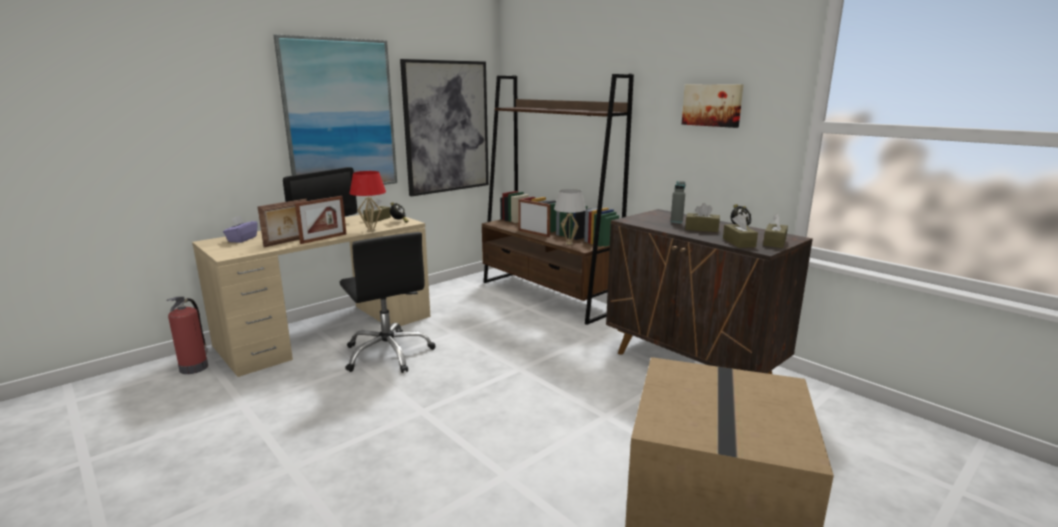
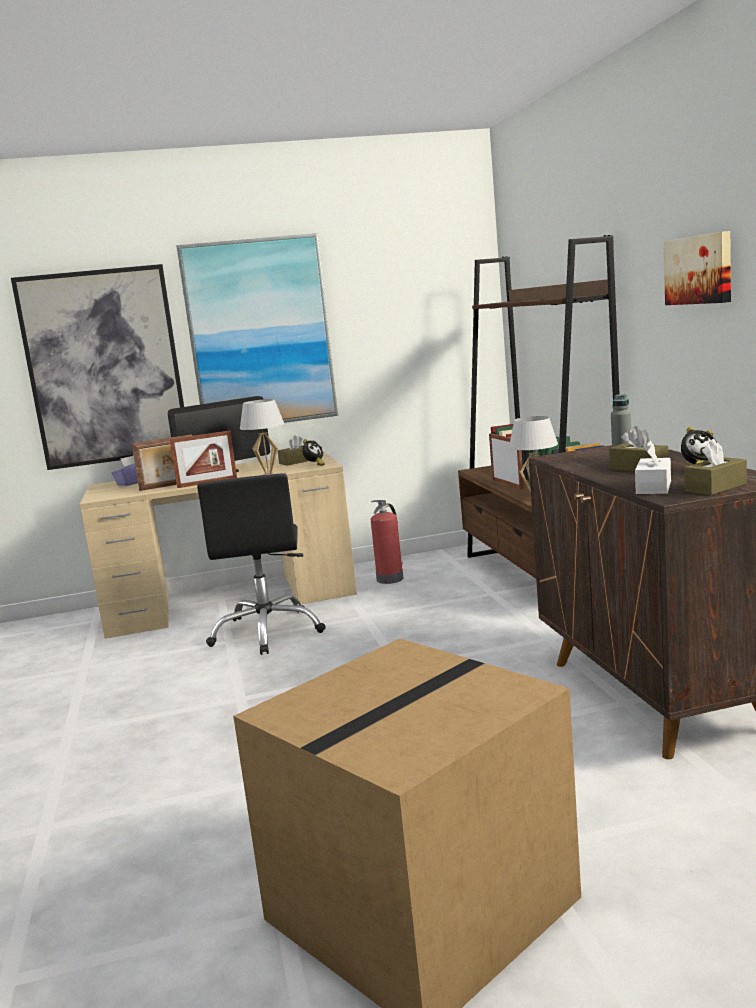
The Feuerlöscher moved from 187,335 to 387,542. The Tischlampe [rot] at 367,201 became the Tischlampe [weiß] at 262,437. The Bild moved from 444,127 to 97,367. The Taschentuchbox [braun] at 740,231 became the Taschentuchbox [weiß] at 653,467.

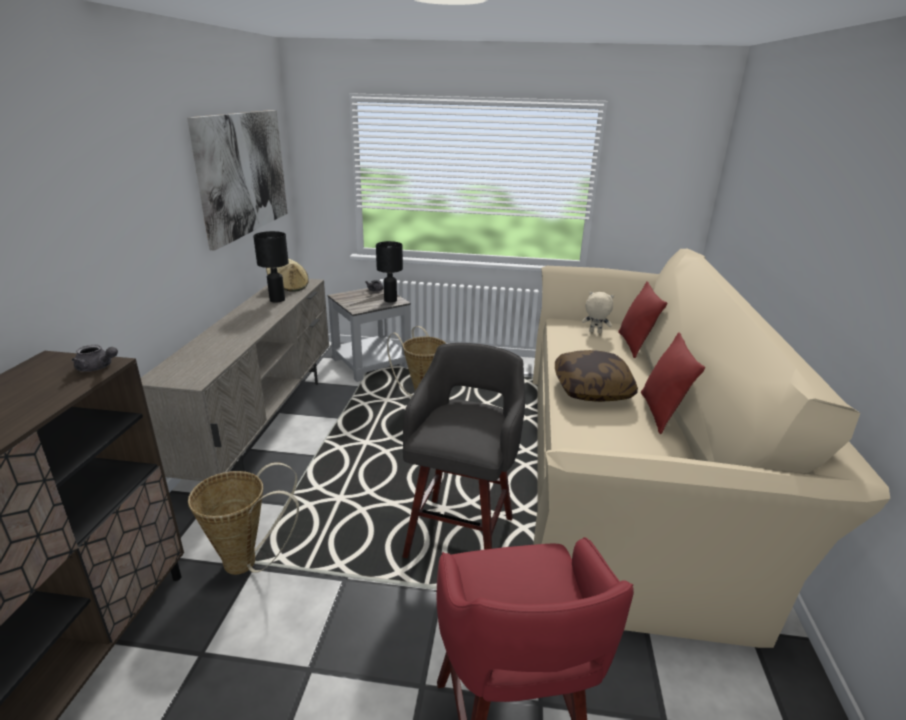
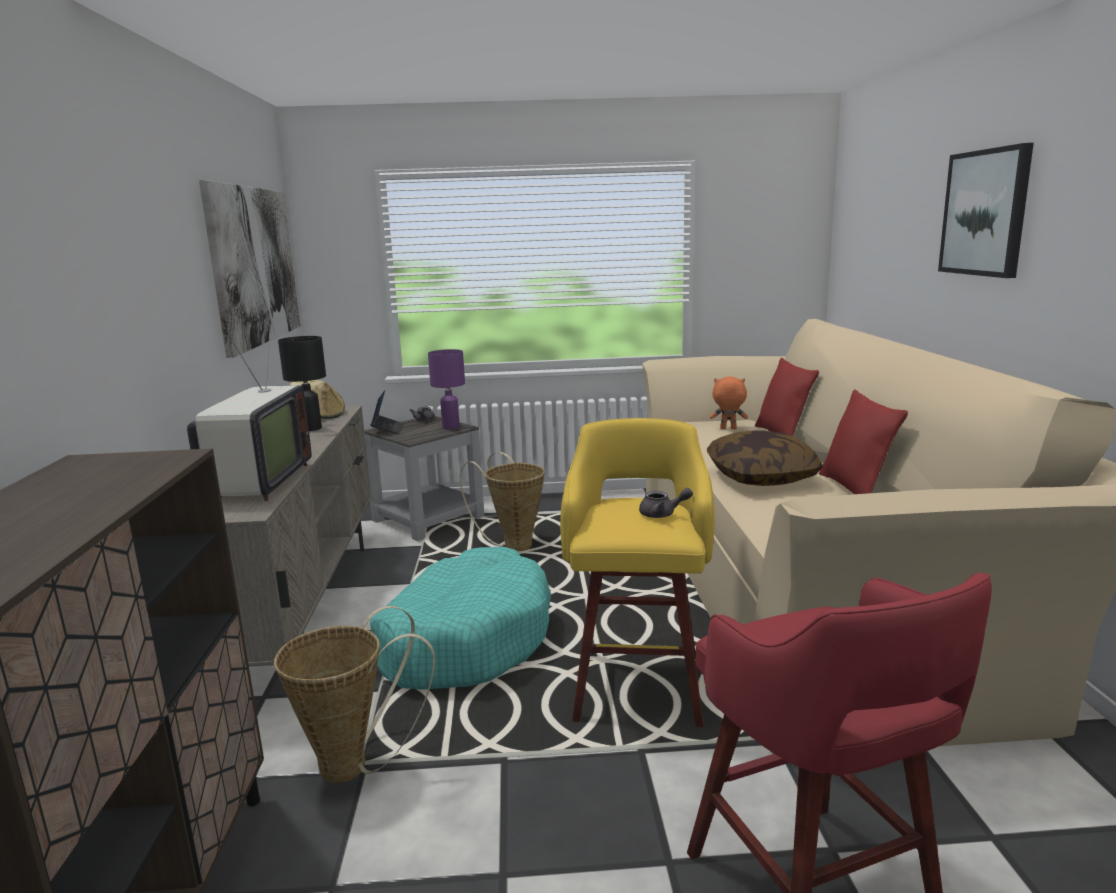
The Teekanne [grau] moved from 95,358 to 666,503. The Tischlampe [schwarz] at 389,272 became the Tischlampe [lila] at 446,389. The Hocker [grau] at 463,450 became the Hocker [gelb] at 637,572. The Plüschtier [beige] at 598,313 became the Plüschtier [orange] at 729,403. The Fernseher at 249,412 appeared. The Laptop at 387,412 appeared. The Hundebett [türkis] at 460,618 appeared. The Bild at 986,210 appeared.

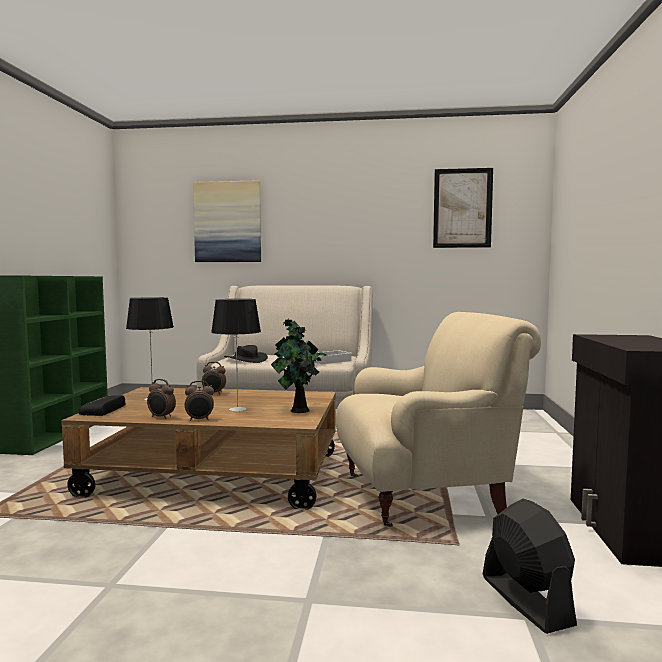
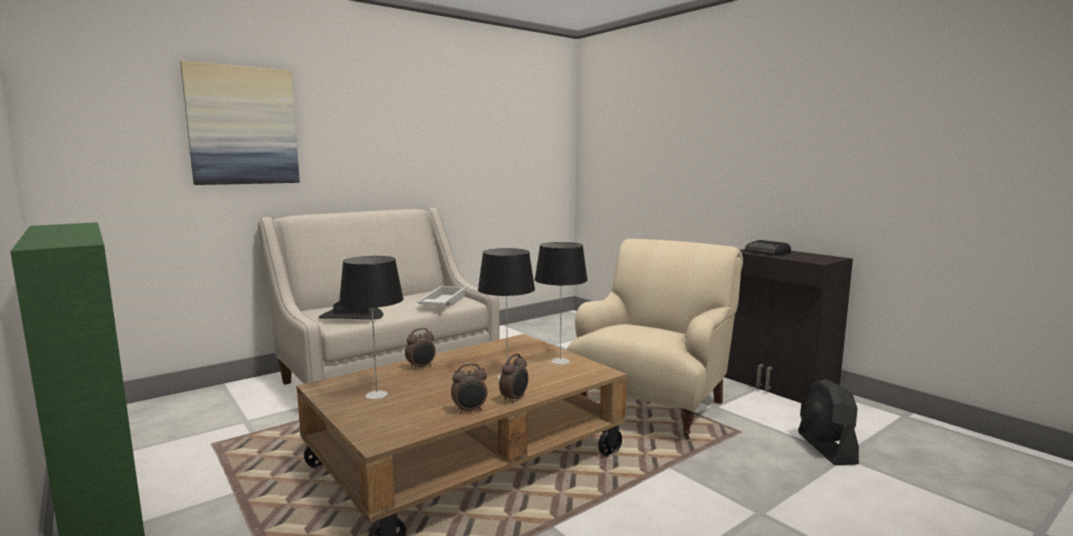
The Radio moved from 102,405 to 768,247. The Topfpflanze at 299,366 was replaced by the Tischlampe at 561,303. The Bild at 463,208 disappeared. The Ventilator [schwarz] at 530,566 turned 120 degrees counterclockwise.

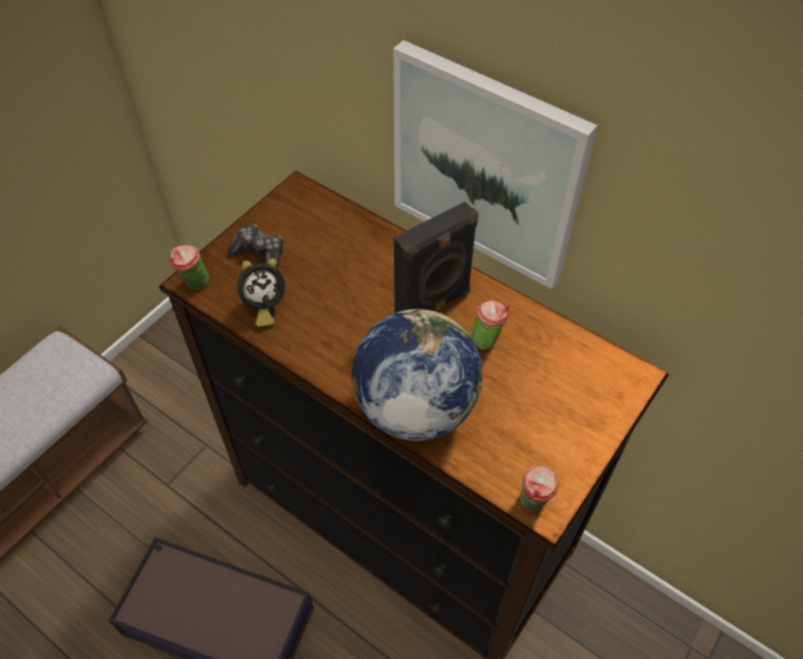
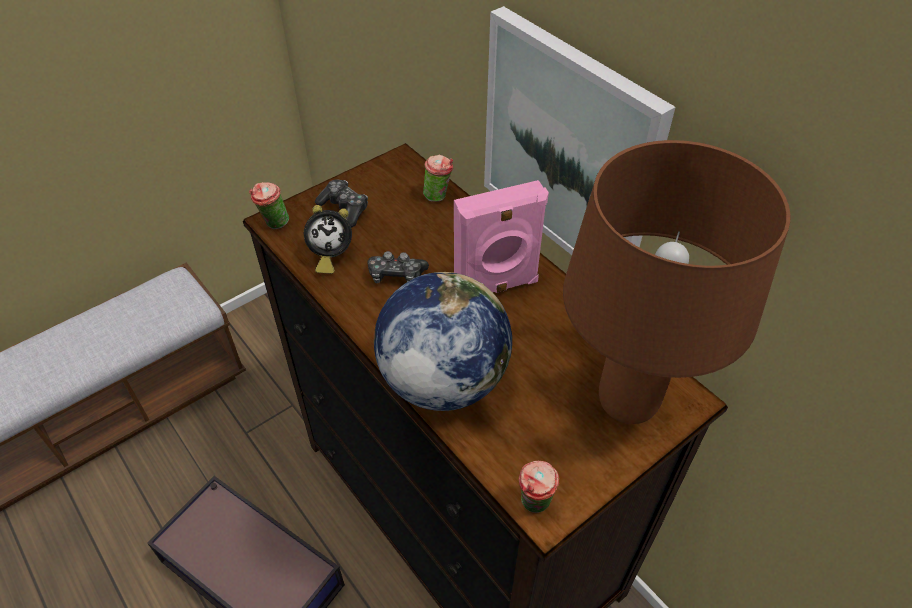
The Lautsprecher [schwarz] at 436,257 became the Lautsprecher [rosa] at 501,236. The Tasse moved from 490,324 to 438,178. The Gamepad at 398,267 appeared. The Tischlampe [braun] at 676,282 appeared.

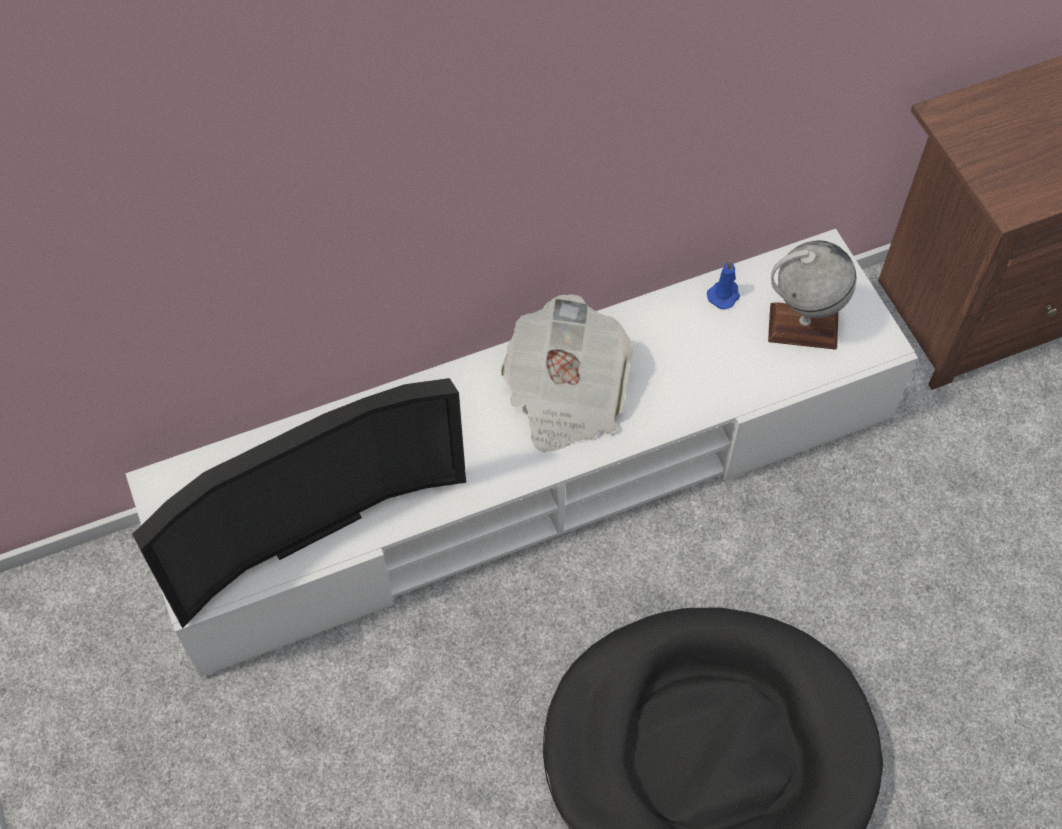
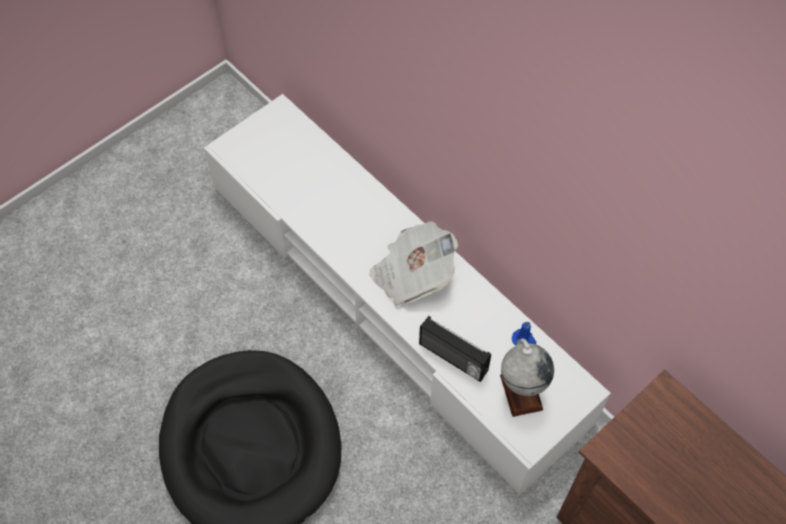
The Fernseher at 299,503 disappeared. The Radio at 455,349 appeared.

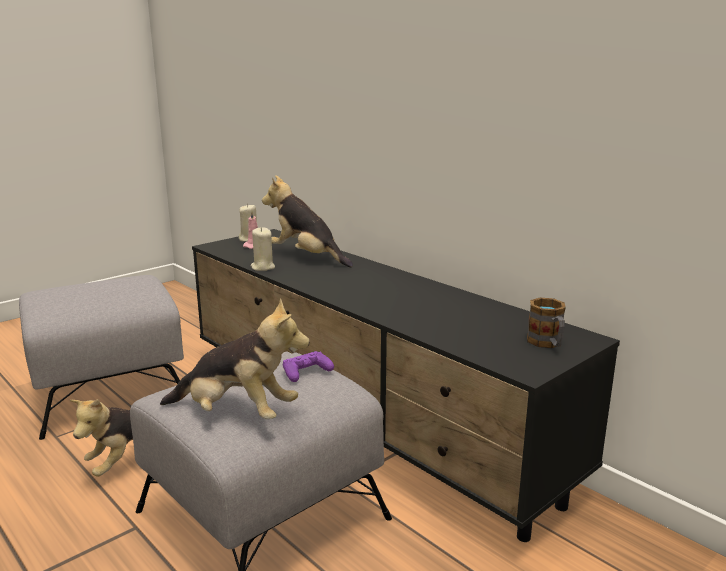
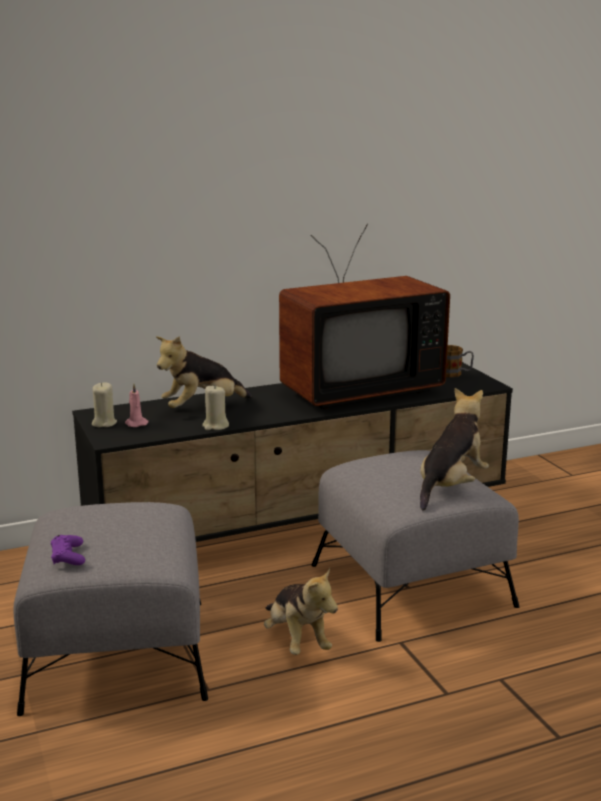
The Gamepad [lila] moved from 308,366 to 68,550. The Fernseher at 364,316 appeared.

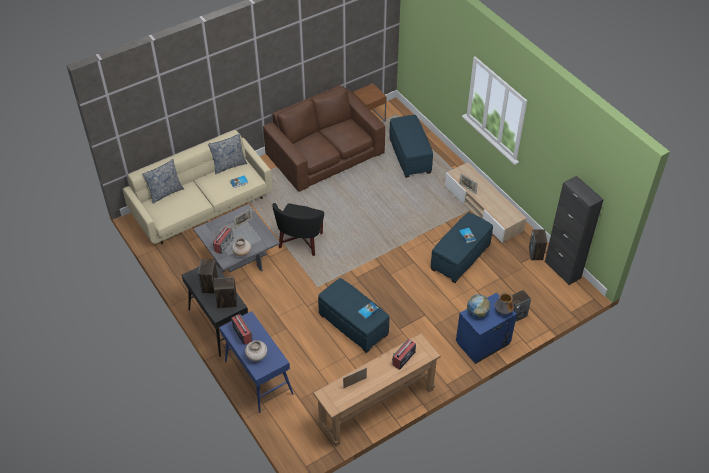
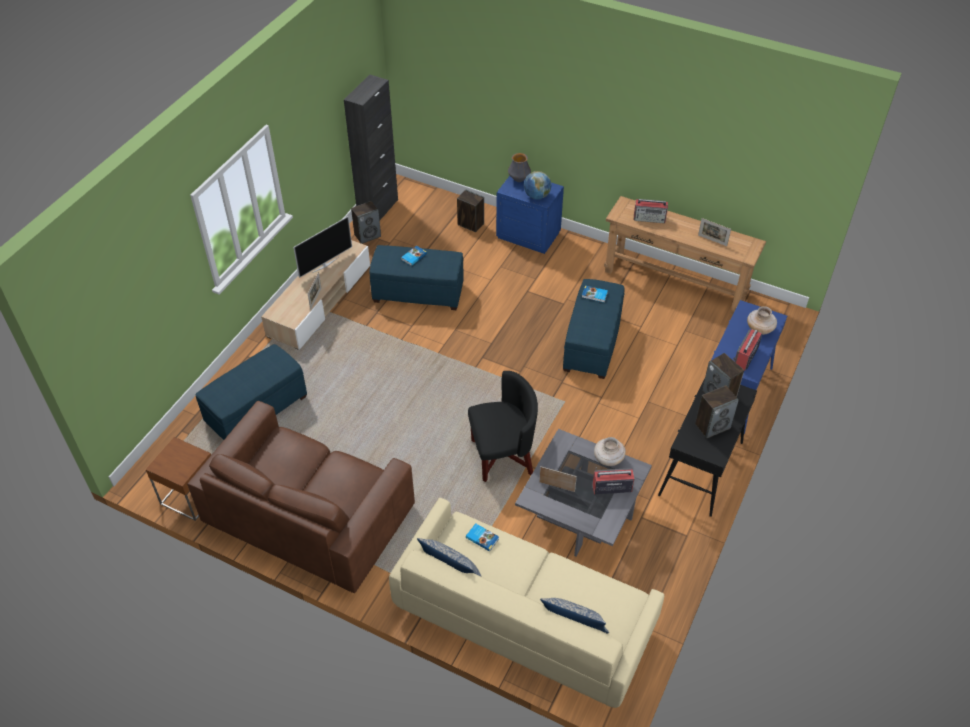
The Fernseher at 322,247 appeared.

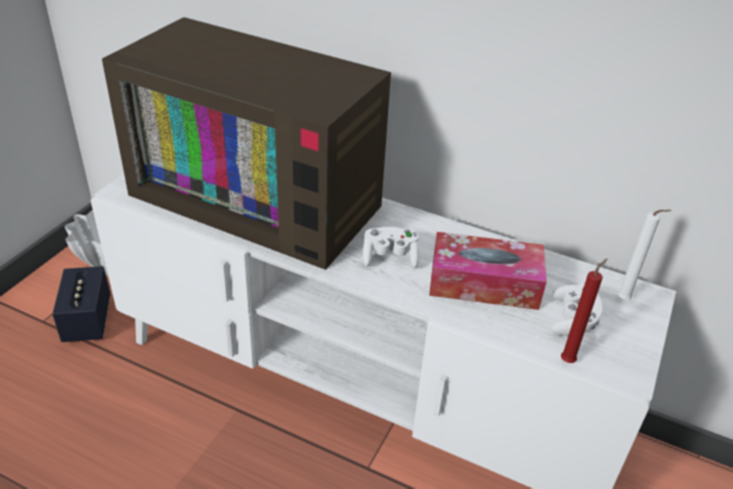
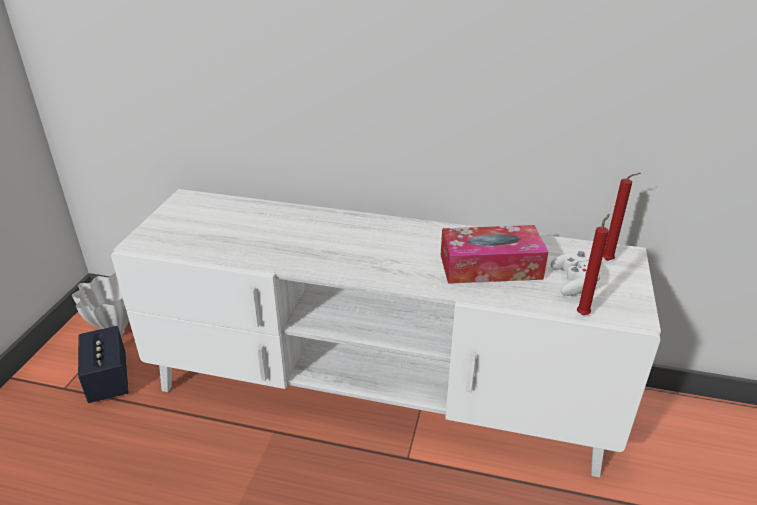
The Fernseher at 246,143 disappeared. The Gamepad [weiß] at 391,248 disappeared. The Kerze [weiß] at 644,255 became the Kerze [rot] at 622,217.

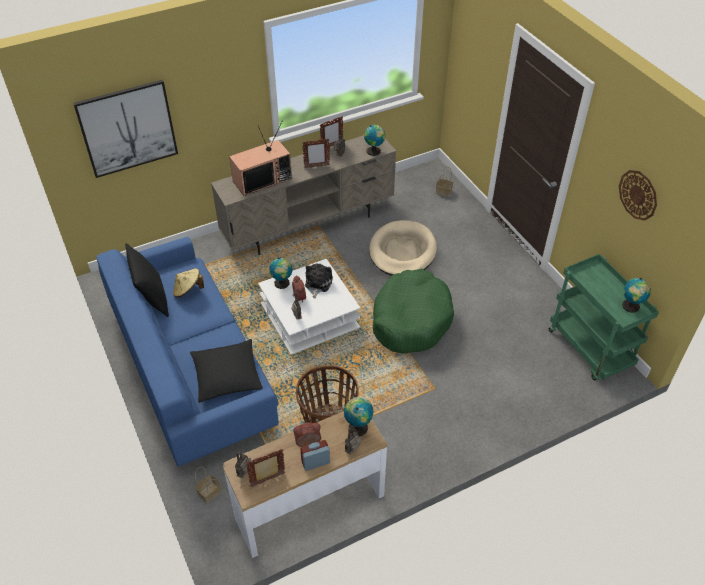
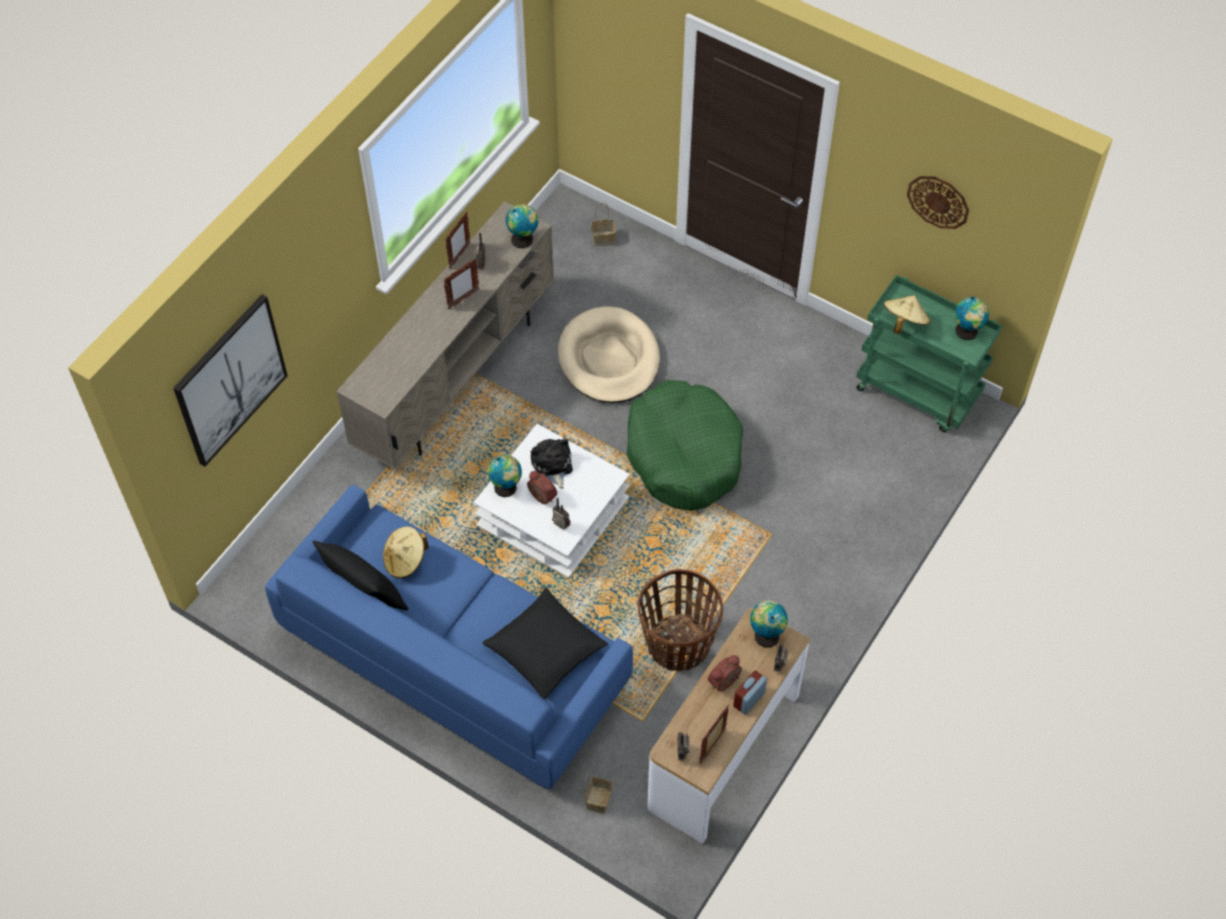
The Fernseher at 260,159 disappeared. The Hut [beige] at 907,314 appeared.

